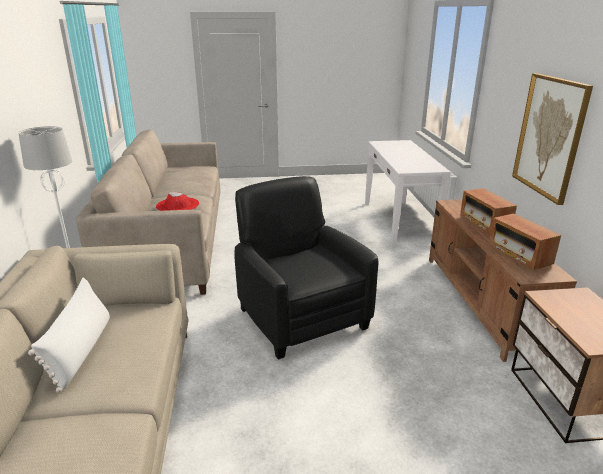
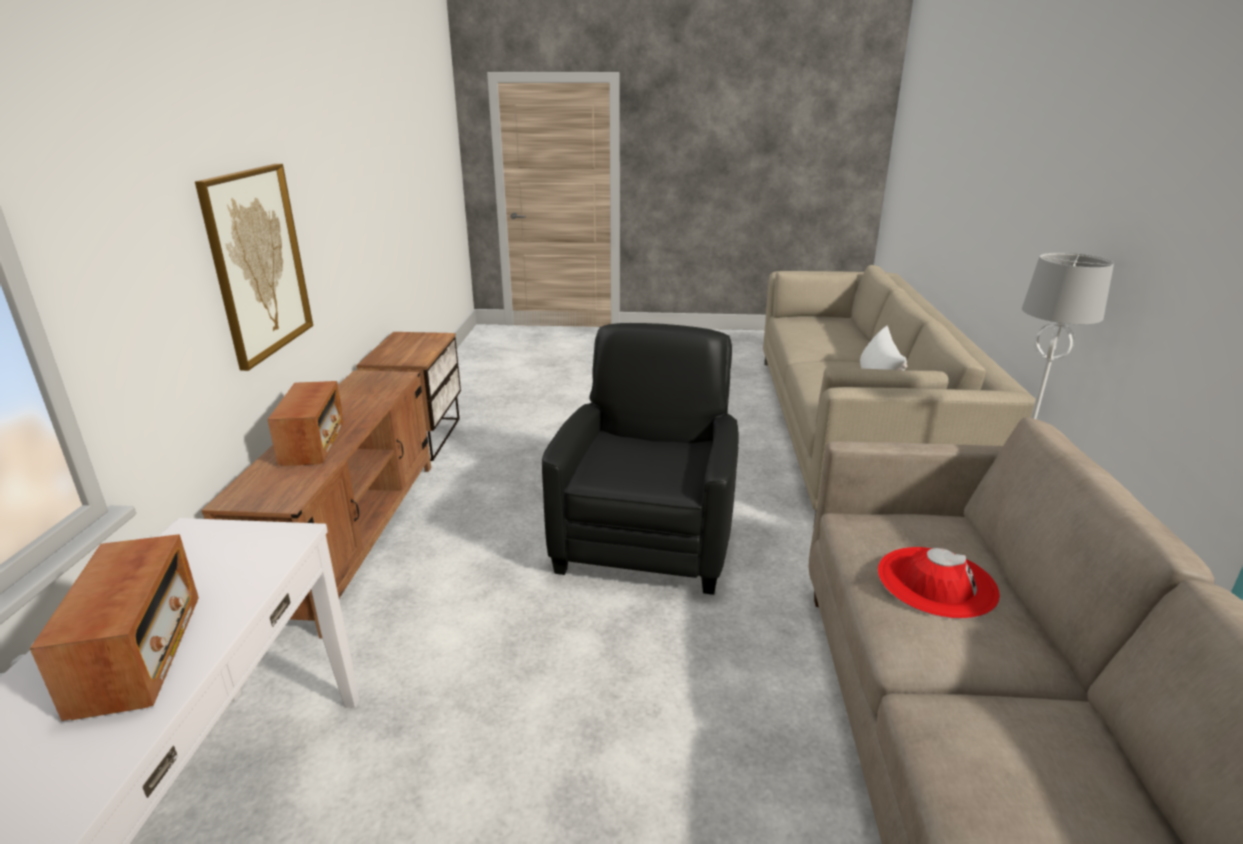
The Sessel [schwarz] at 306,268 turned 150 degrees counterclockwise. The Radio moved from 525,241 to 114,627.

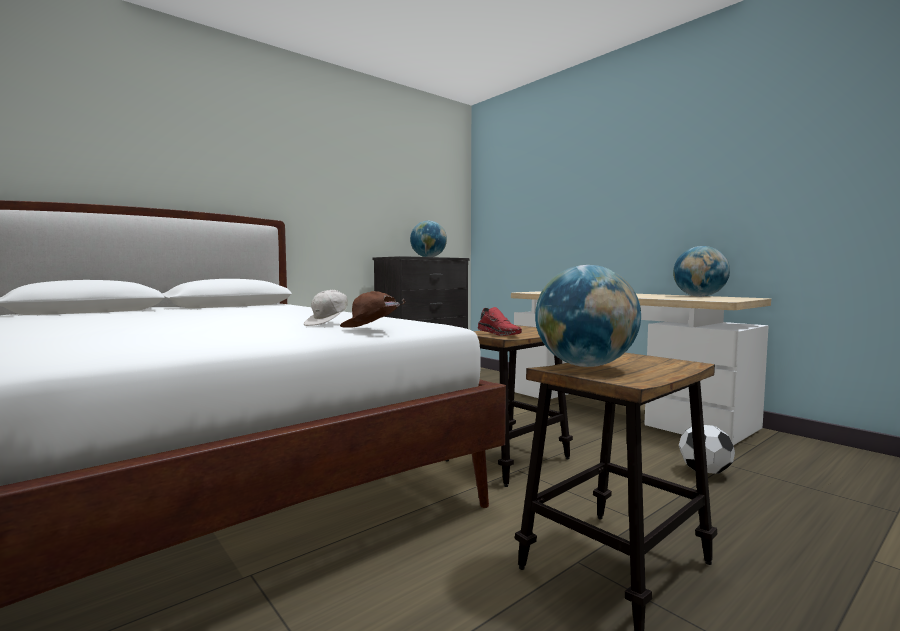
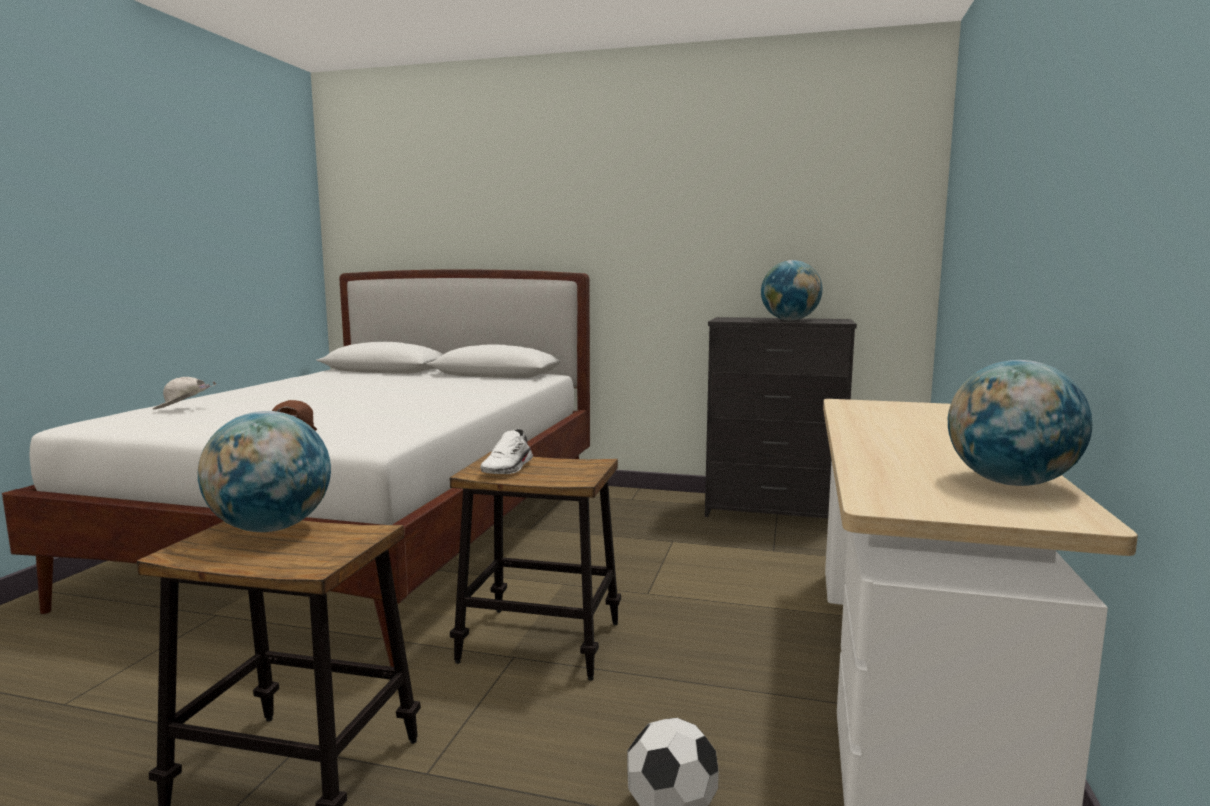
The Kappe [weiß] moved from 326,308 to 184,393. The Schuh [rot] at 500,321 became the Schuh [weiß] at 506,451.

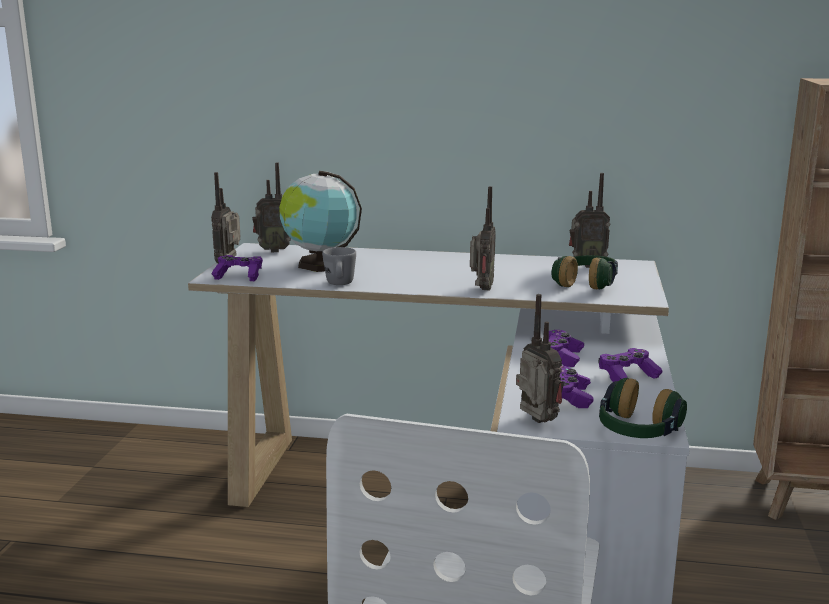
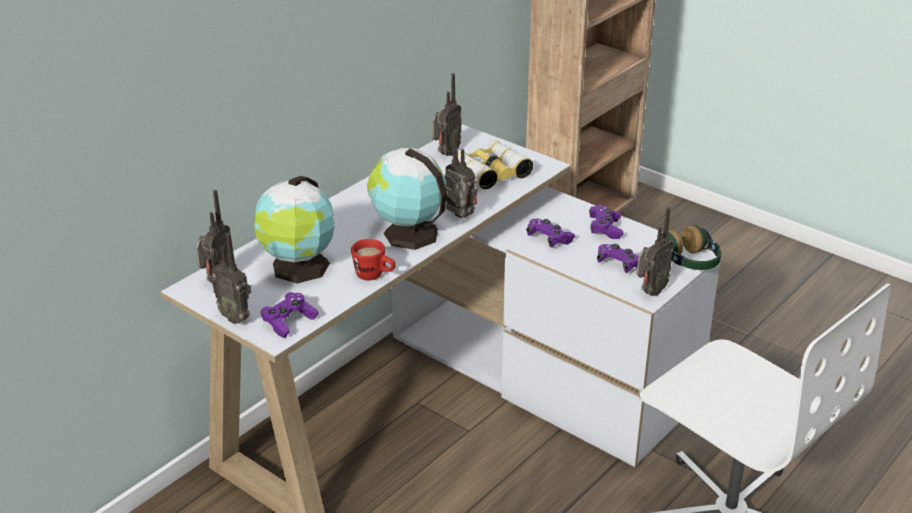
The Henkelbecher [grau] at 339,266 became the Henkelbecher [rot] at 373,259. The Radio at 540,358 turned 135 degrees clockwise. The Kopfhörer at 584,272 was replaced by the Fernglas at 495,165. The Globus at 407,199 appeared.

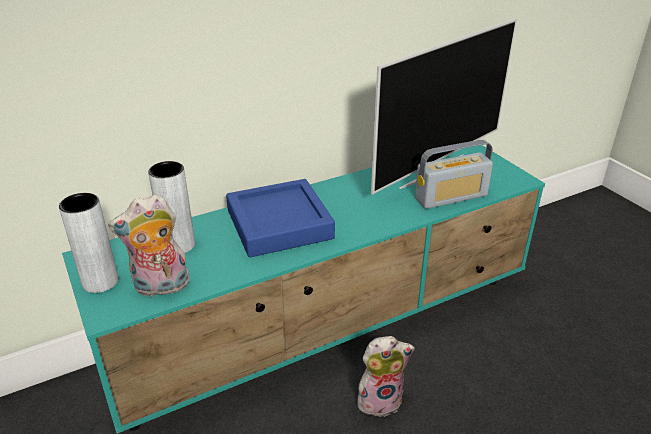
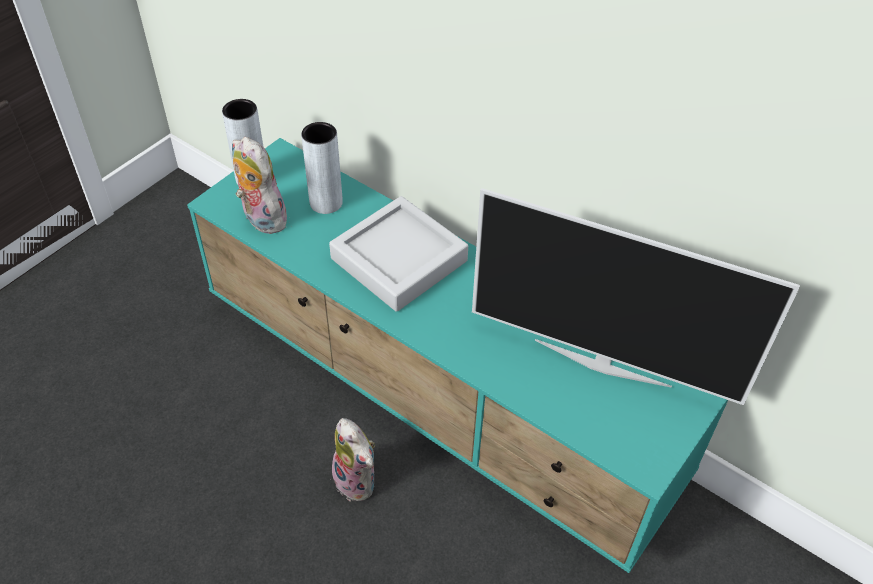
The Tablett [blau] at 280,218 became the Tablett [grau] at 398,254. The Radio at 454,174 disappeared.

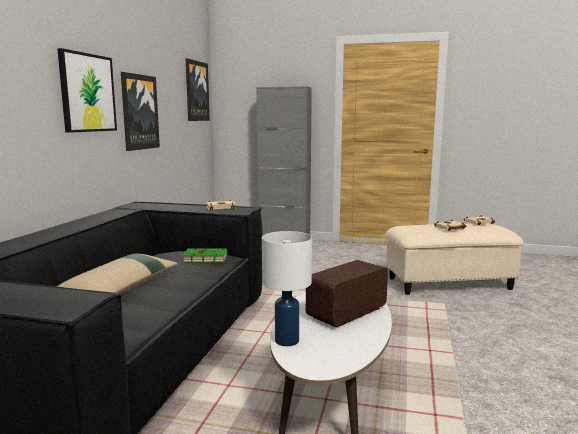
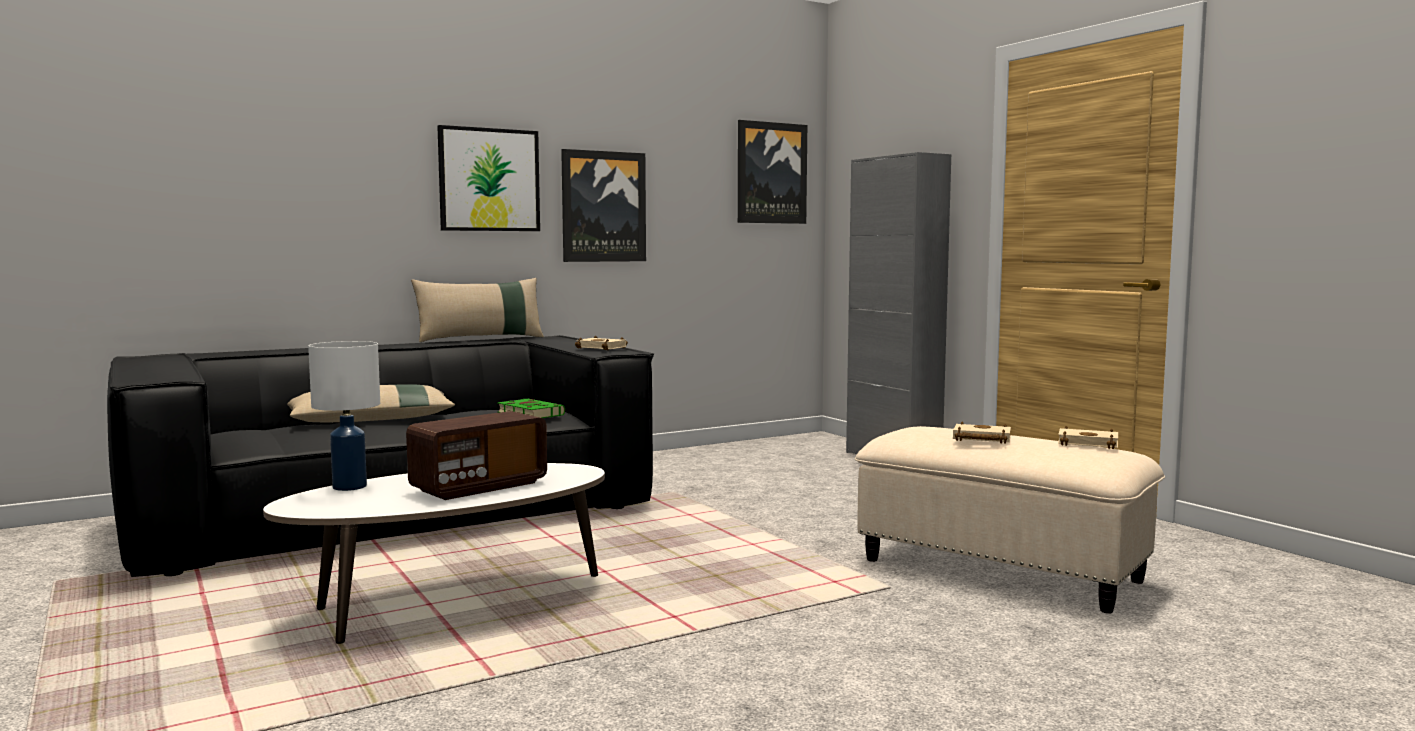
The Radio at 347,294 turned 135 degrees clockwise. The Kissen [beige] at 477,310 appeared.

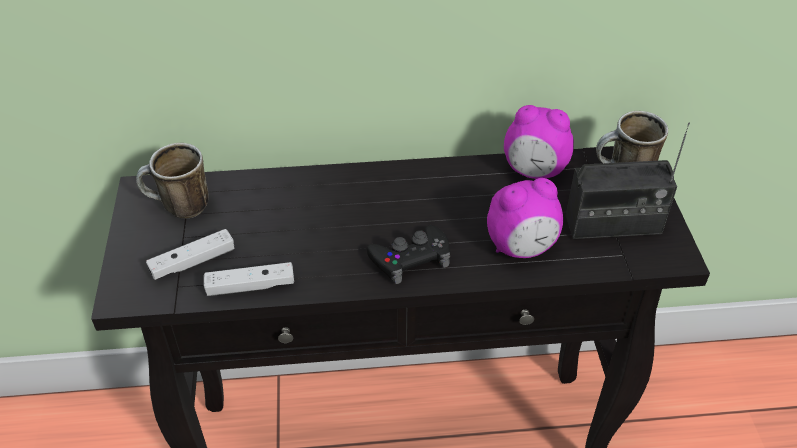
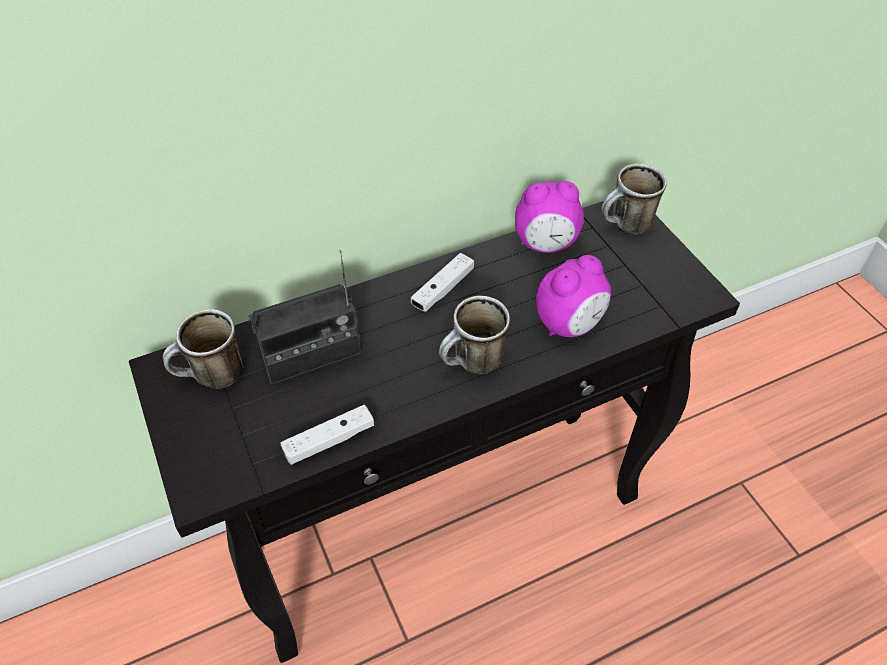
The Gamepad [weiß] moved from 190,254 to 442,282. The Gamepad [schwarz] at 408,254 was replaced by the Henkelbecher at 474,334. The Radio moved from 628,181 to 305,317.

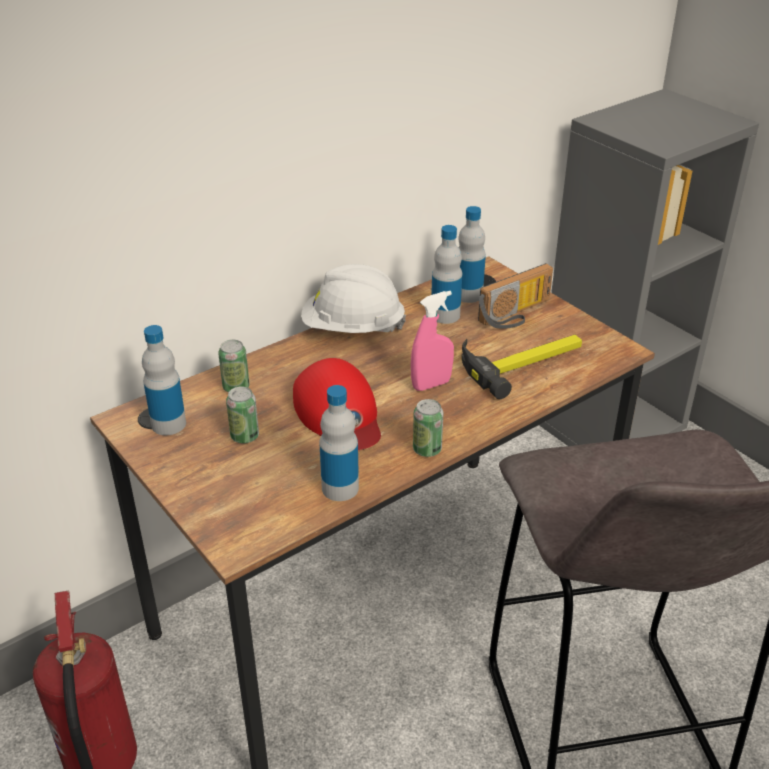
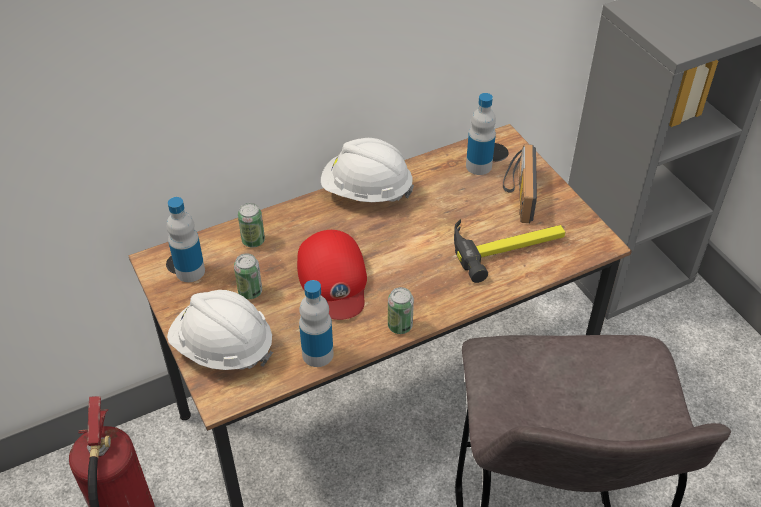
The Sprühflasche [rosa] at 432,341 disappeared. The Flasche at 446,274 disappeared. The Radio at 515,296 turned 120 degrees clockwise. The Schutzhelm [weiß] at 220,330 appeared.

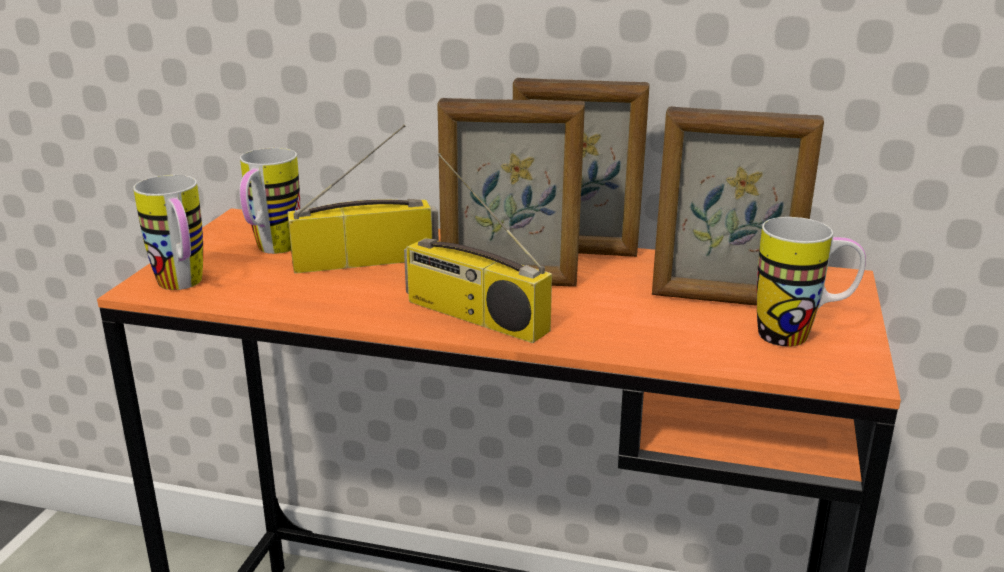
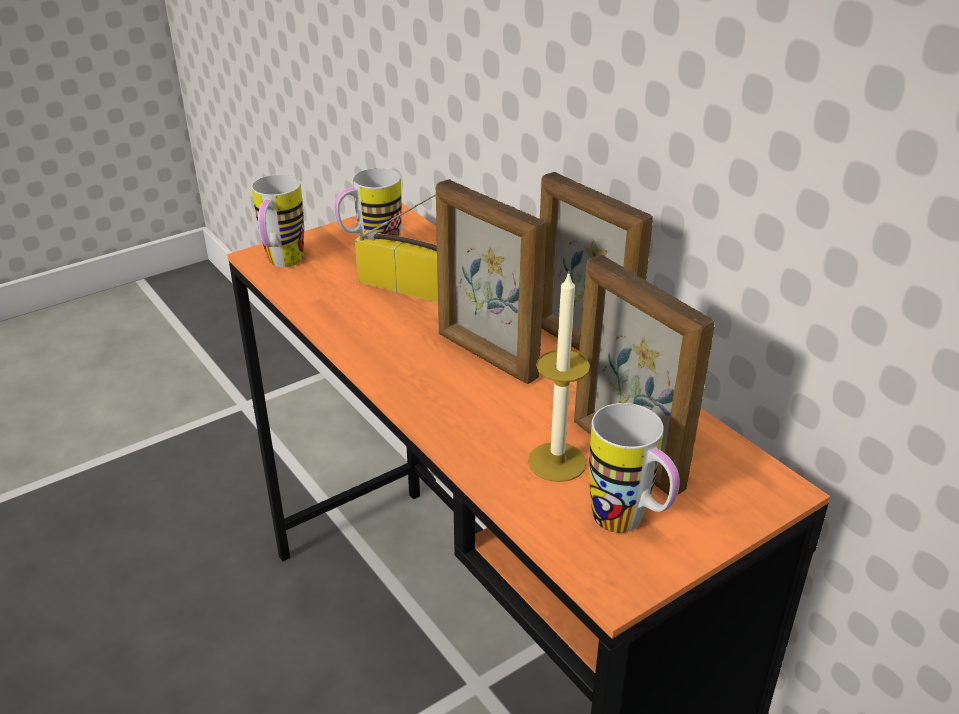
The Radio at 478,248 disappeared. The Kerze at 559,377 appeared.

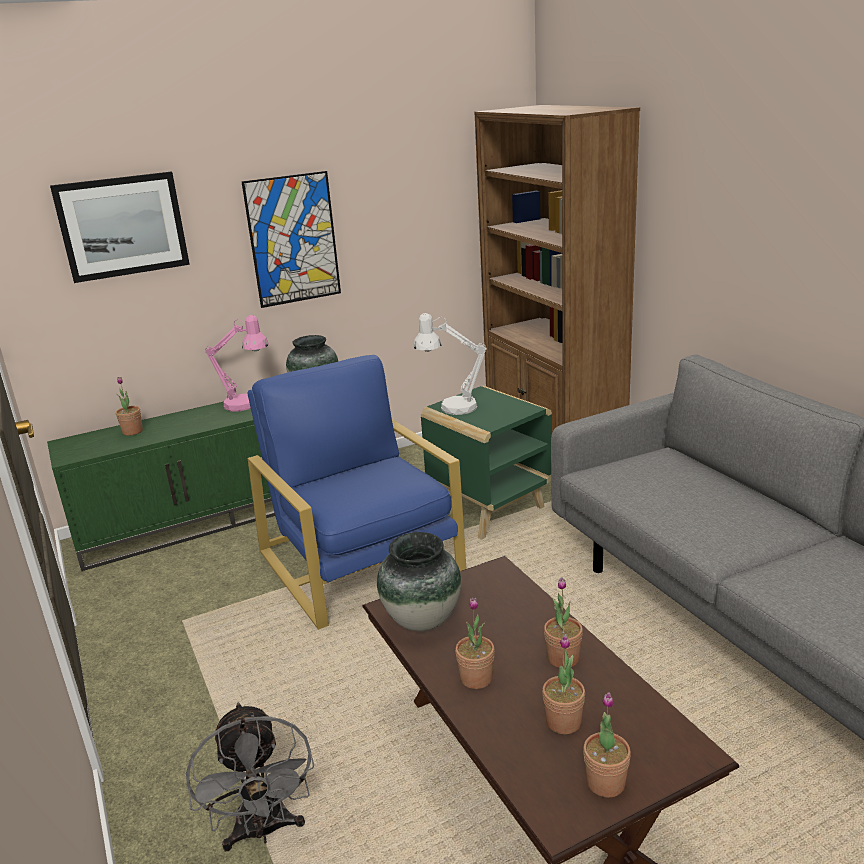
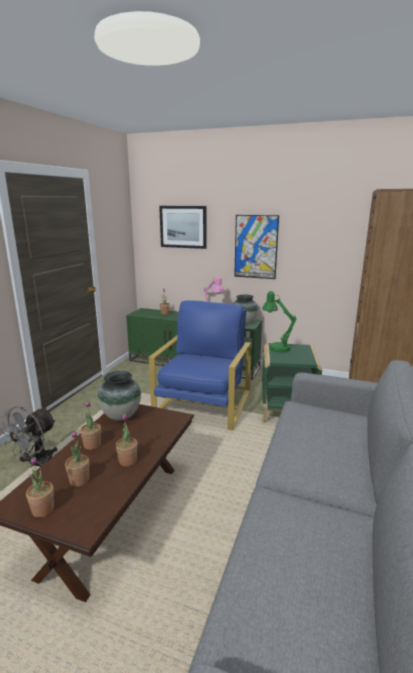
The Tischlampe [weiß] at 450,364 became the Tischlampe [grün] at 279,321.

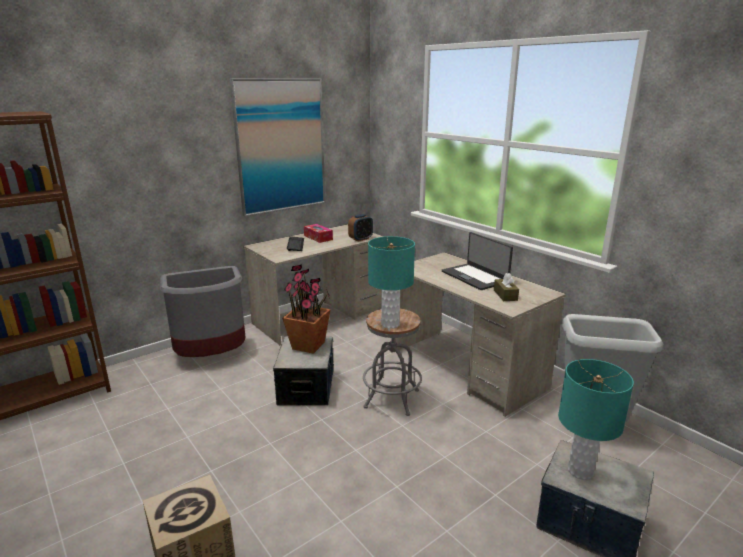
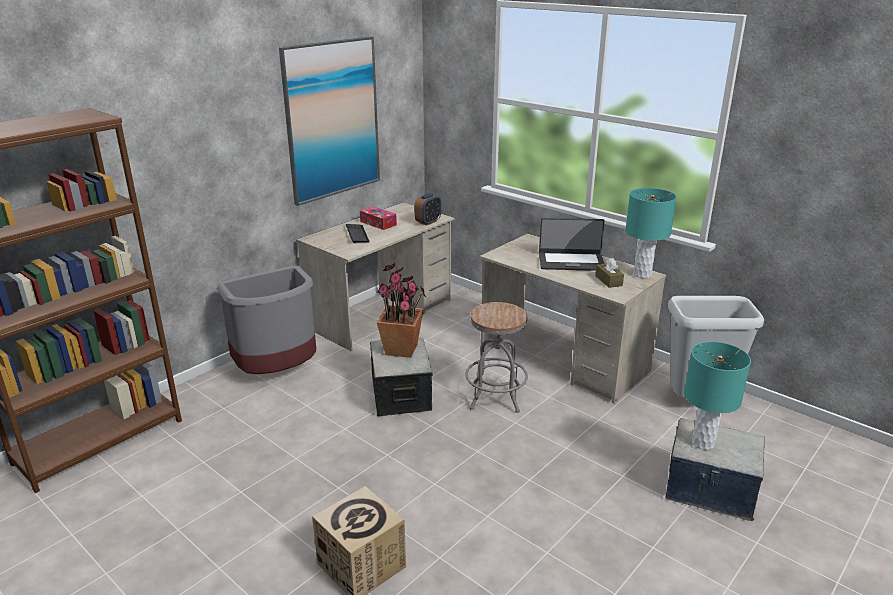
The Tischlampe [türkis] moved from 391,282 to 651,233. The Laptop at 477,261 turned 45 degrees counterclockwise.

